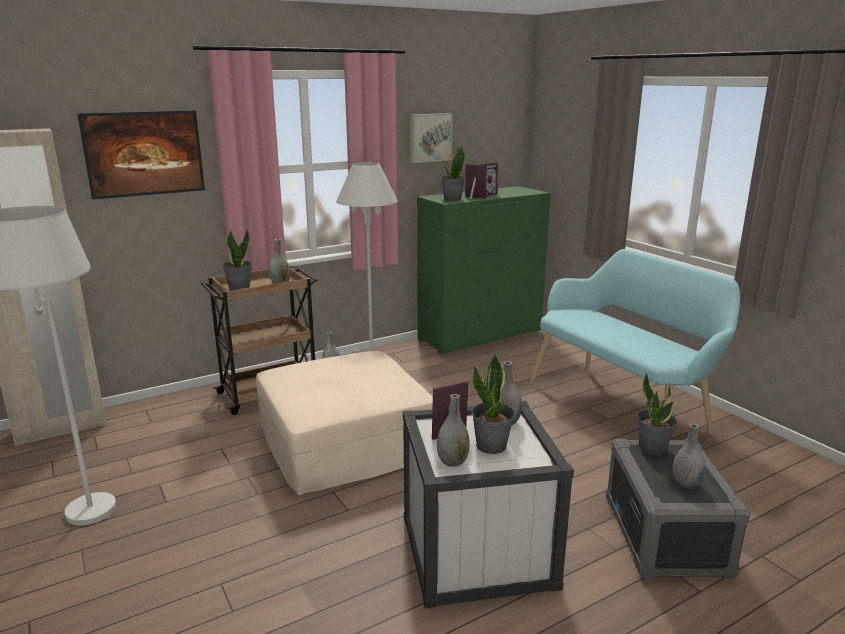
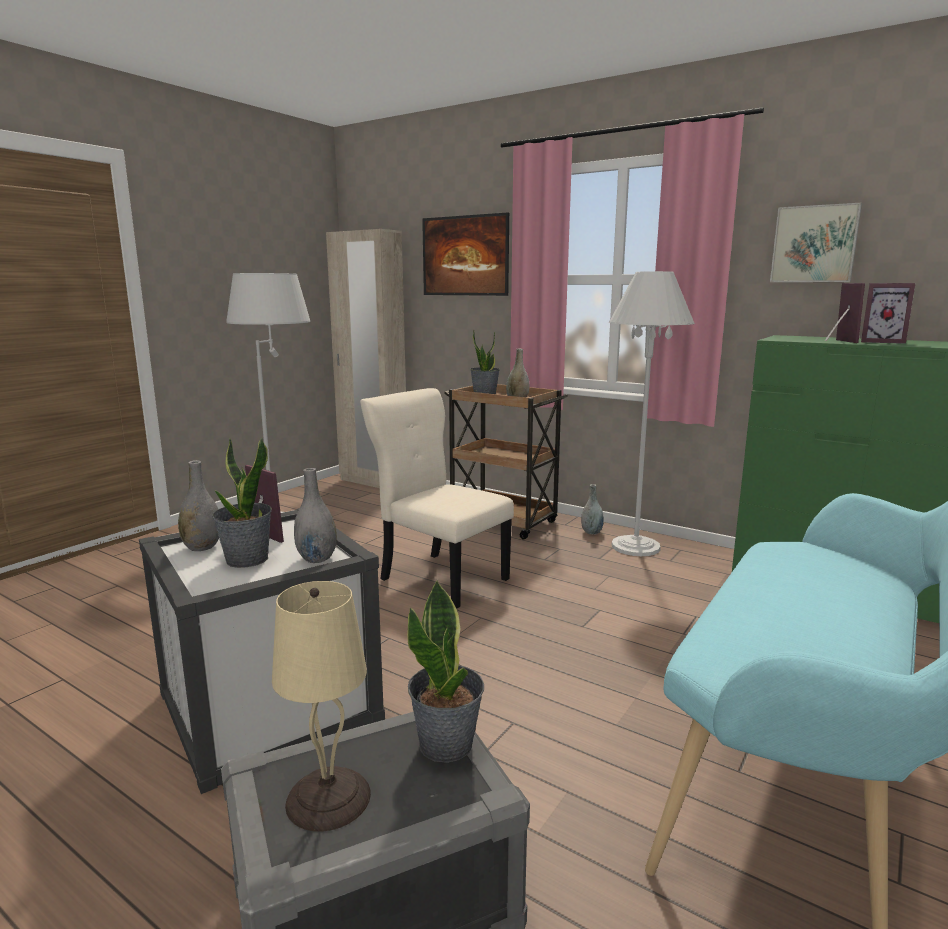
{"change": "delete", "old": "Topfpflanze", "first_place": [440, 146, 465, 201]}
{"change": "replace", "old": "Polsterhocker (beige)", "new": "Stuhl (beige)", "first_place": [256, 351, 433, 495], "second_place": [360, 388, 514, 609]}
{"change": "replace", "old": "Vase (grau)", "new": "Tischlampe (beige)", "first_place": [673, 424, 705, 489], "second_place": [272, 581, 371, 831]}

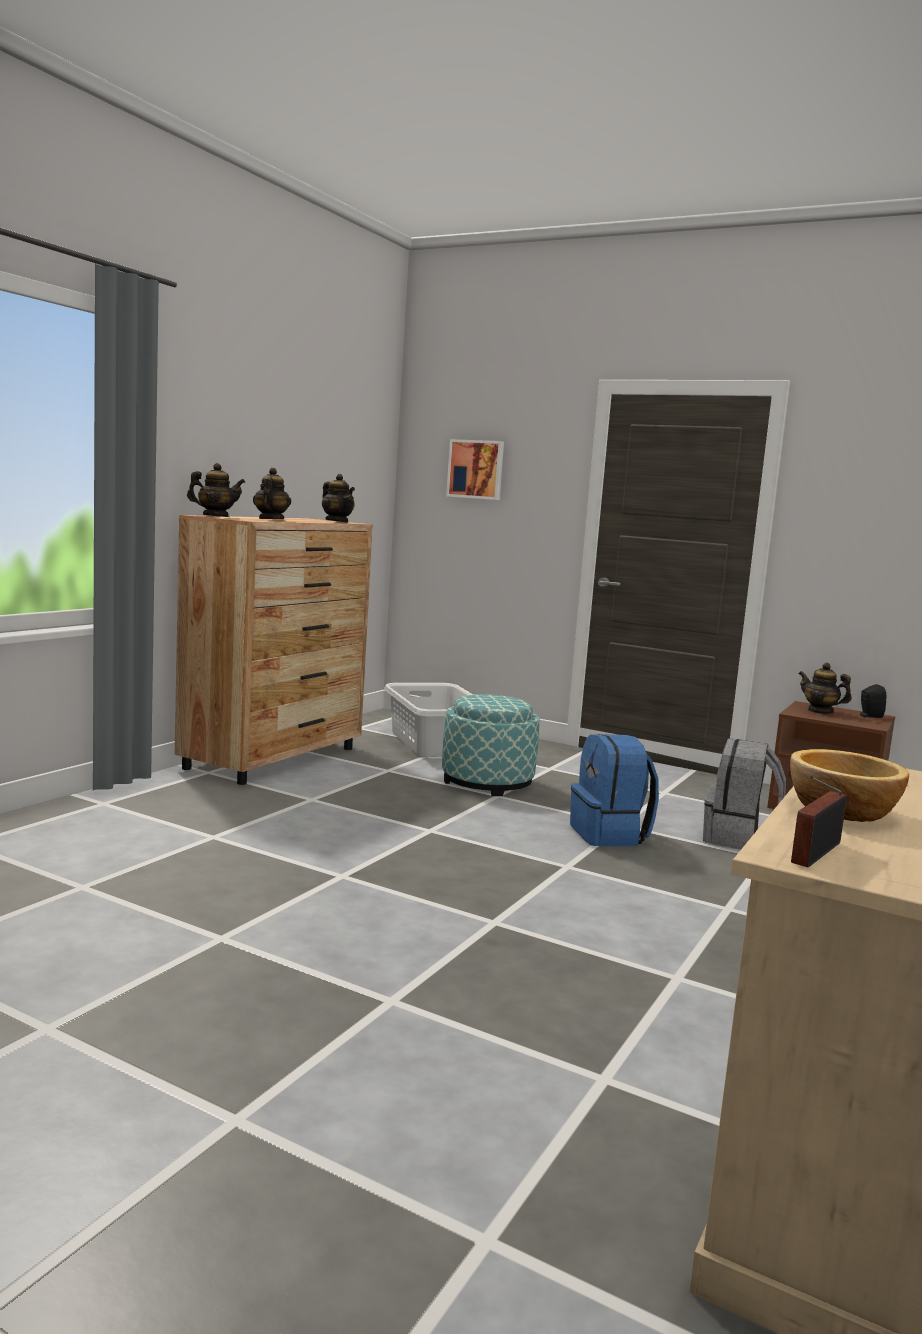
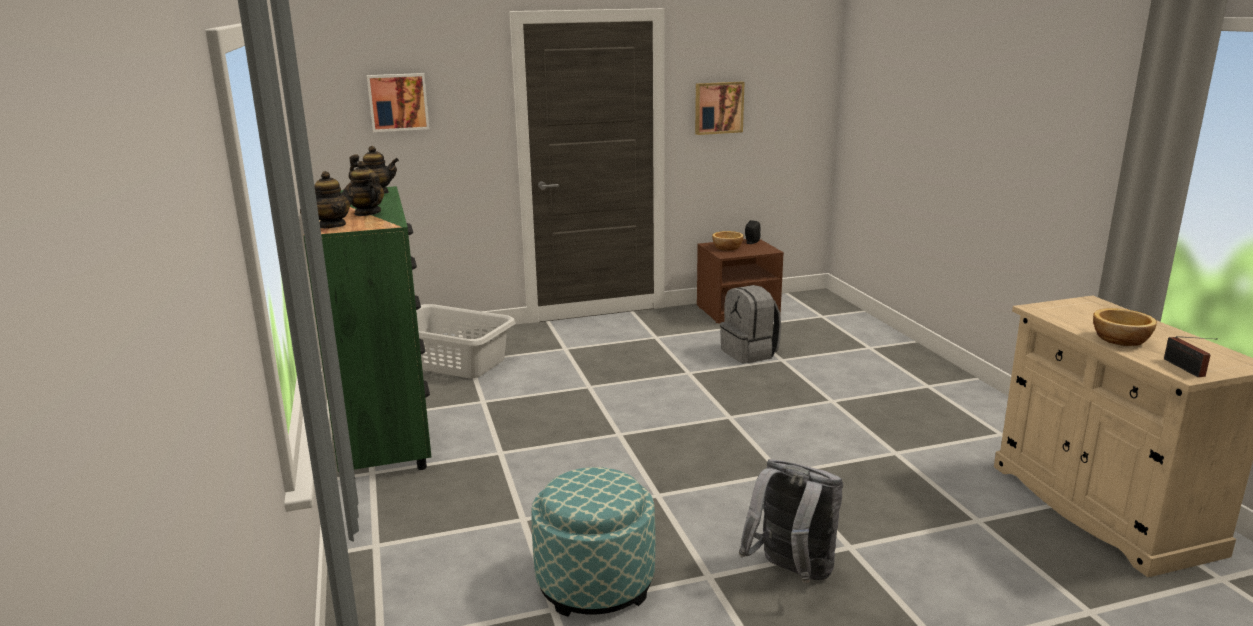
{"change": "recolor", "old": "Kommode (braun)", "new": "Kommode (grün)", "first_place": [175, 515, 373, 785], "second_place": [304, 186, 431, 472]}
{"change": "replace", "old": "Teekanne", "new": "Schüssel", "first_place": [799, 663, 852, 714], "second_place": [712, 231, 744, 251]}
{"change": "move", "old": "Polsterhocker", "first_place": [442, 694, 540, 796], "second_place": [531, 467, 655, 617]}
{"change": "delete", "old": "Rucksack (blau)", "first_place": [570, 734, 659, 847]}
{"change": "insert", "new": "Bild", "second_place": [695, 82, 744, 135]}
{"change": "insert", "new": "Rucksack (grau)", "second_place": [739, 459, 843, 583]}

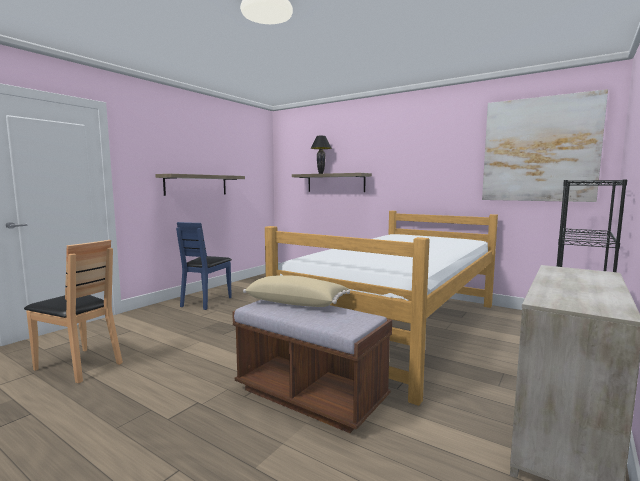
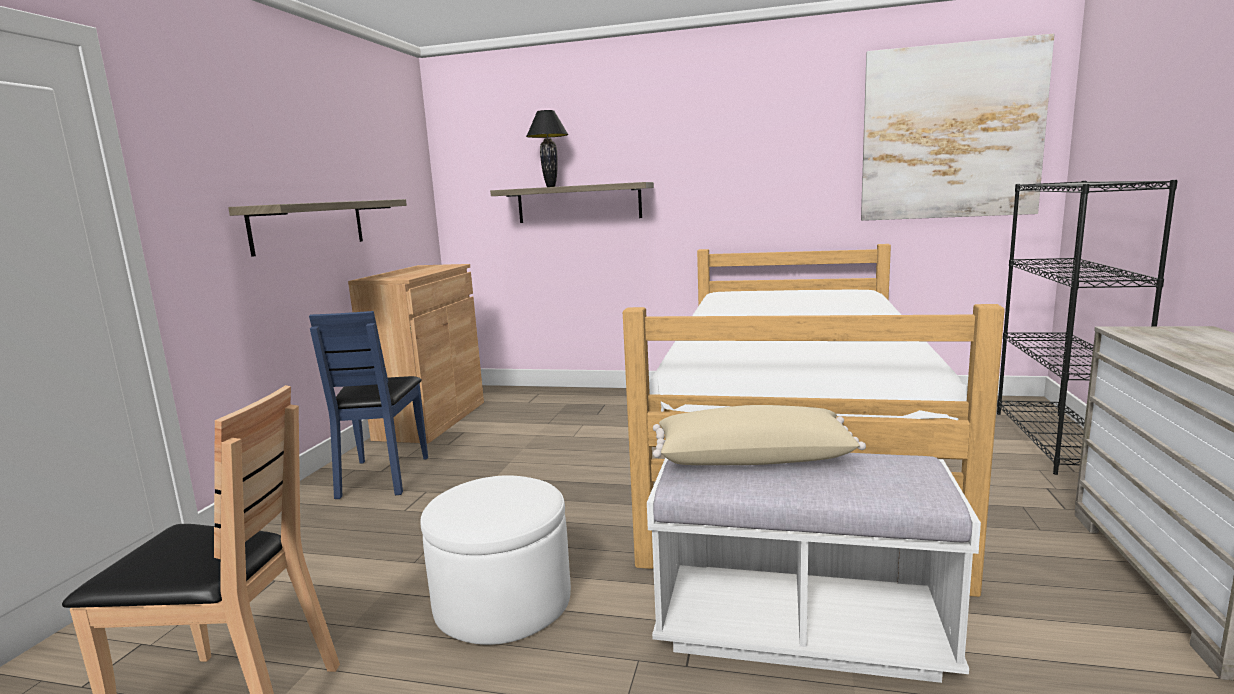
{"change": "recolor", "old": "Bank (braun)", "new": "Bank (weiß)", "first_place": [232, 300, 392, 433], "second_place": [647, 453, 981, 683]}
{"change": "insert", "new": "Schrank (braun)", "second_place": [348, 264, 484, 443]}
{"change": "insert", "new": "Polsterhocker (weiß)", "second_place": [420, 475, 571, 645]}

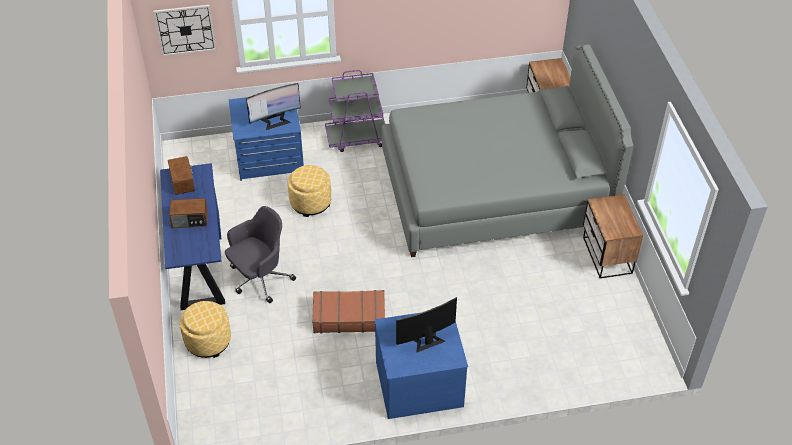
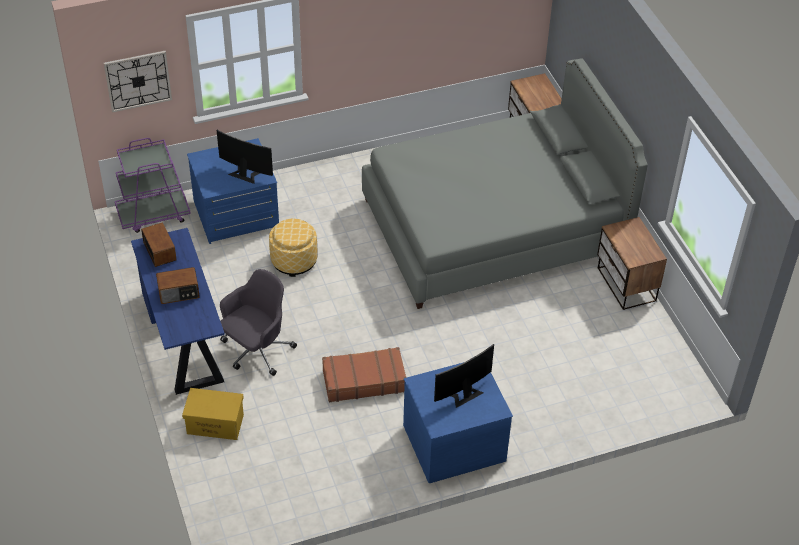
{"change": "move", "old": "Rollwagen (lila)", "first_place": [325, 70, 385, 152], "second_place": [115, 138, 191, 233]}
{"change": "rotate", "old": "Monitor", "first_place": [246, 83, 301, 130], "second_place": [217, 130, 273, 184], "degrees": -120}
{"change": "replace", "old": "Polsterhocker", "new": "Aufbewahrungsbox (gelb)", "first_place": [180, 301, 231, 358], "second_place": [182, 388, 244, 440]}

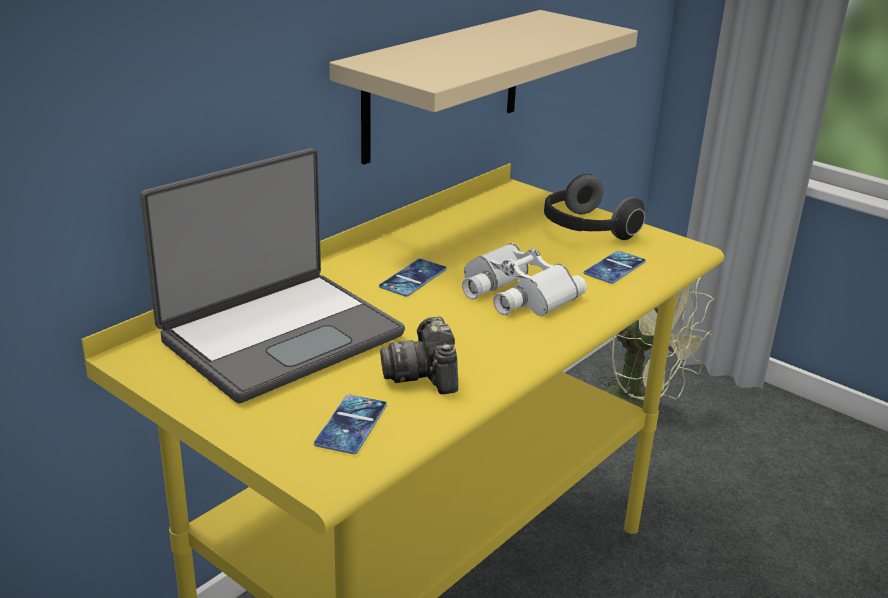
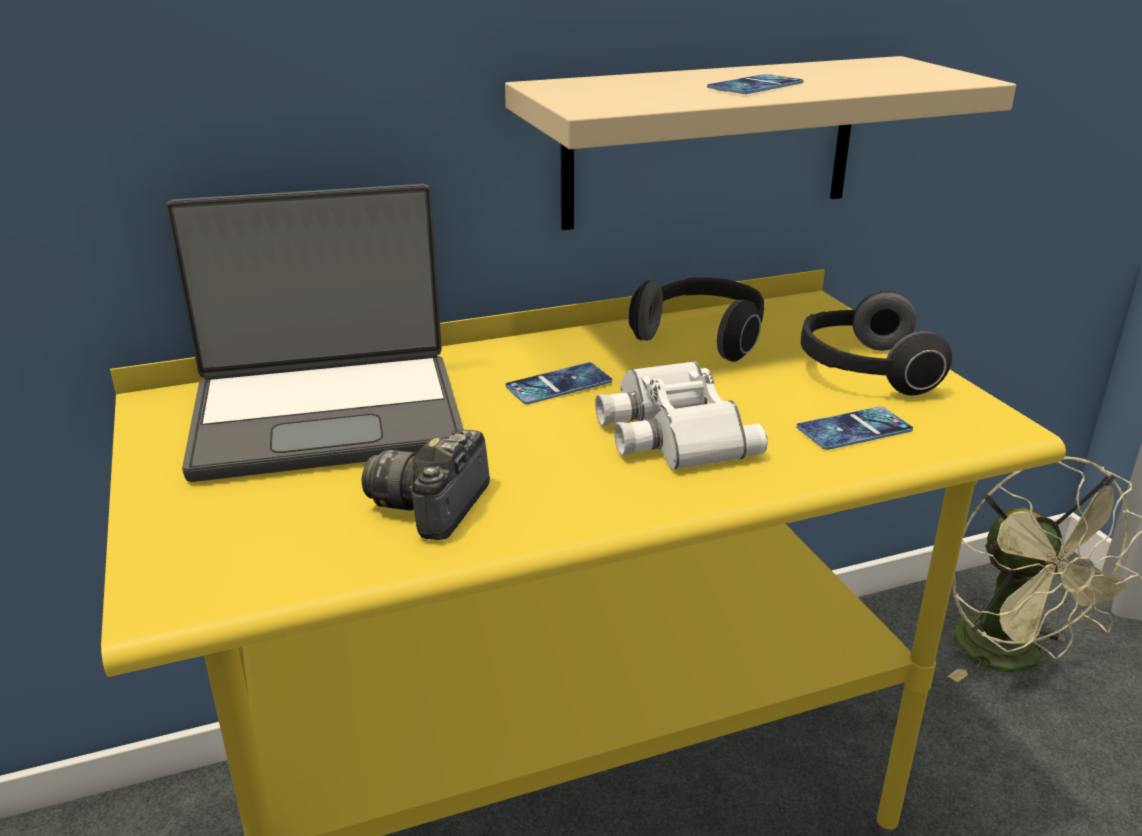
{"change": "move", "old": "Handy", "first_place": [314, 395, 387, 454], "second_place": [707, 74, 803, 94]}
{"change": "insert", "new": "Kopfhörer", "second_place": [628, 277, 764, 362]}

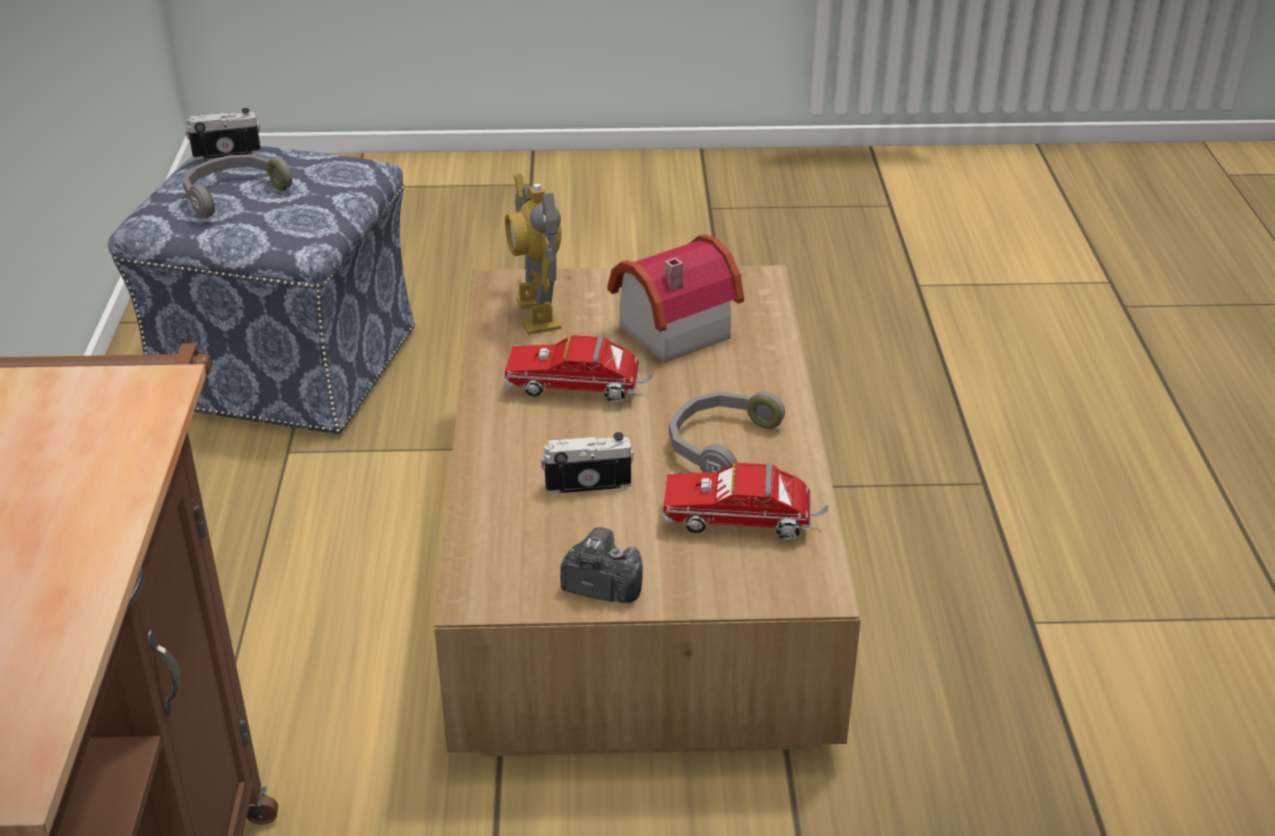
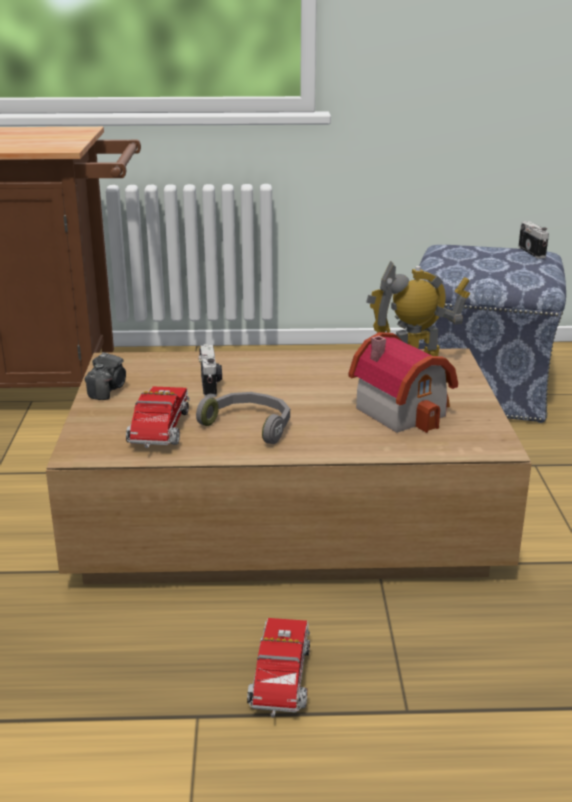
{"change": "delete", "old": "Kopfhörer (grau)", "first_place": [182, 155, 293, 218]}
{"change": "move", "old": "Spielzeuglaster", "first_place": [504, 335, 653, 403], "second_place": [247, 618, 310, 718]}

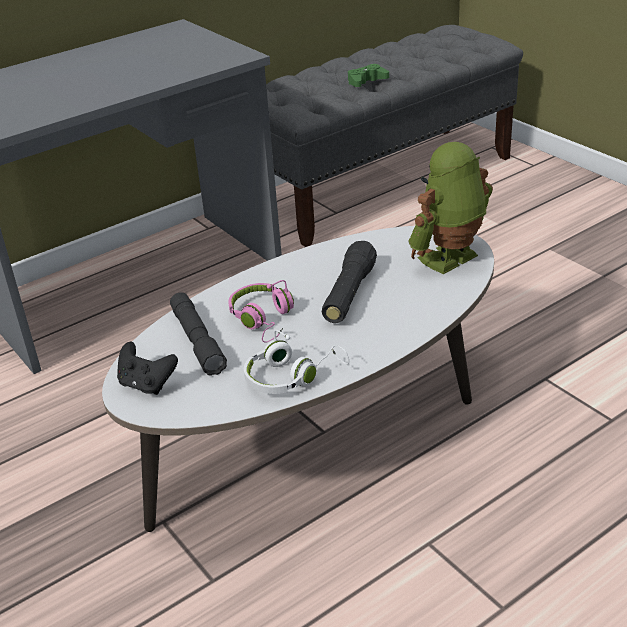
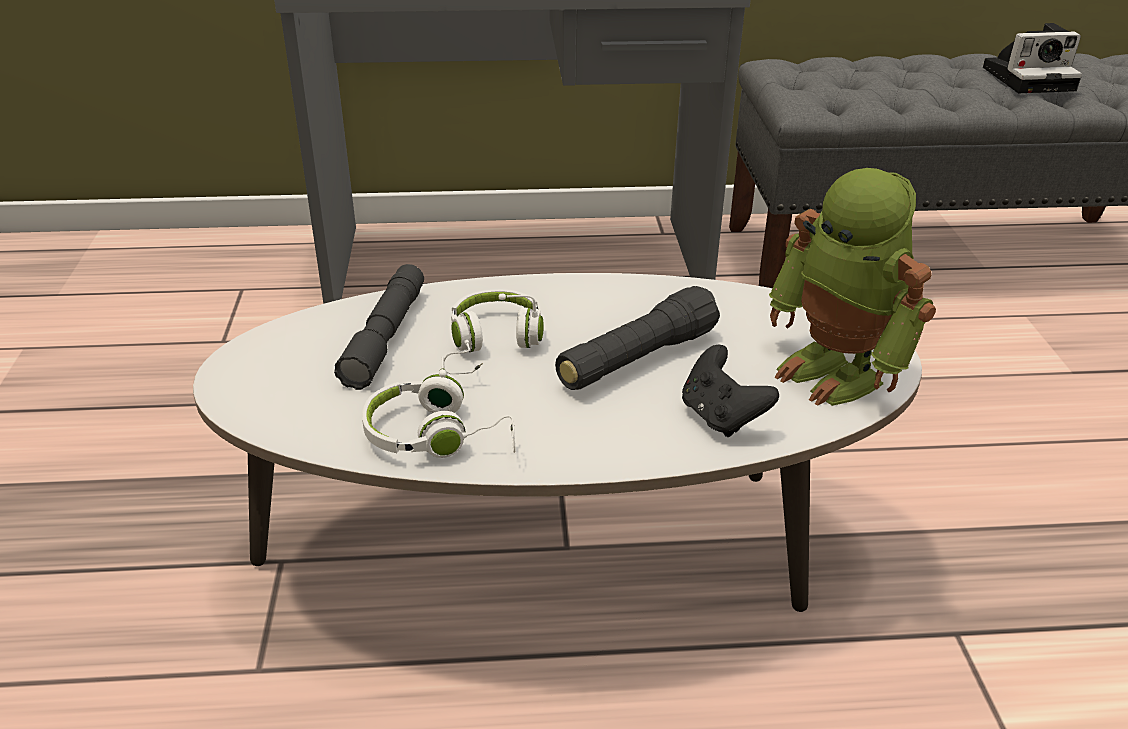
{"change": "delete", "old": "Gamepad (grün)", "first_place": [348, 64, 389, 87]}
{"change": "rotate", "old": "Spielzeugroboter", "first_place": [409, 142, 493, 274], "second_place": [769, 168, 936, 406], "degrees": -120}
{"change": "recolor", "old": "Kopfhörer (rosa)", "new": "Kopfhörer (weiß)", "first_place": [228, 280, 294, 343], "second_place": [444, 290, 544, 374]}
{"change": "move", "old": "Gamepad (schwarz)", "first_place": [117, 342, 178, 395], "second_place": [682, 345, 779, 437]}
{"change": "insert", "new": "Kamera", "second_place": [983, 23, 1082, 93]}

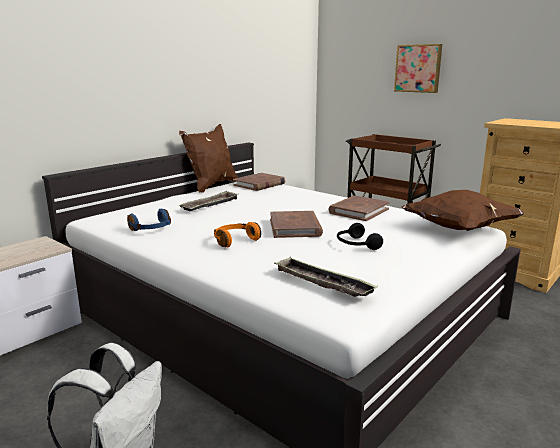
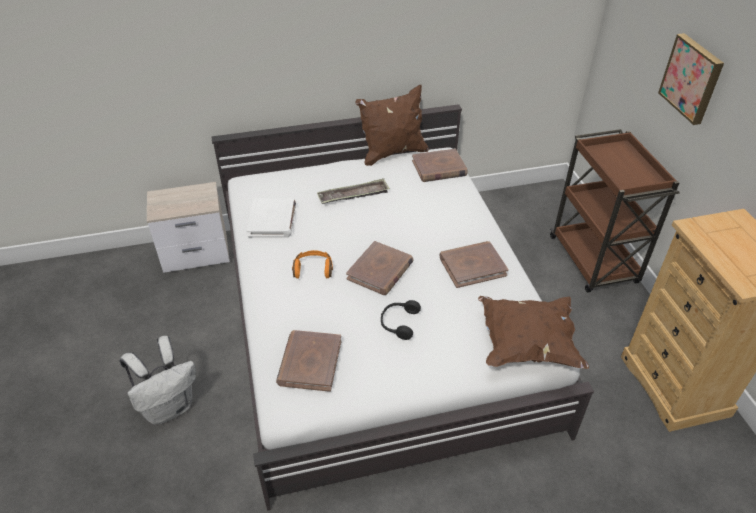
{"change": "replace", "old": "Kopfhörer (blau)", "new": "Buch (weiß)", "first_place": [127, 209, 171, 231], "second_place": [247, 199, 296, 238]}
{"change": "replace", "old": "Tablett", "new": "Buch (braun)", "first_place": [274, 257, 378, 297], "second_place": [276, 330, 341, 392]}

